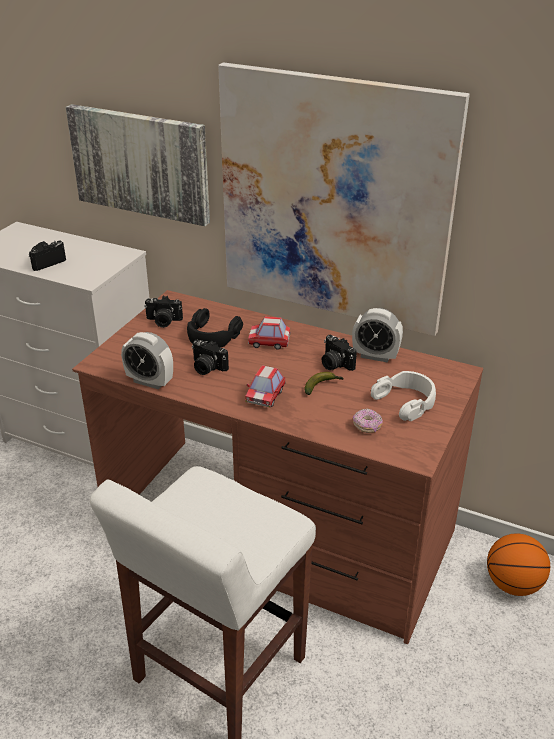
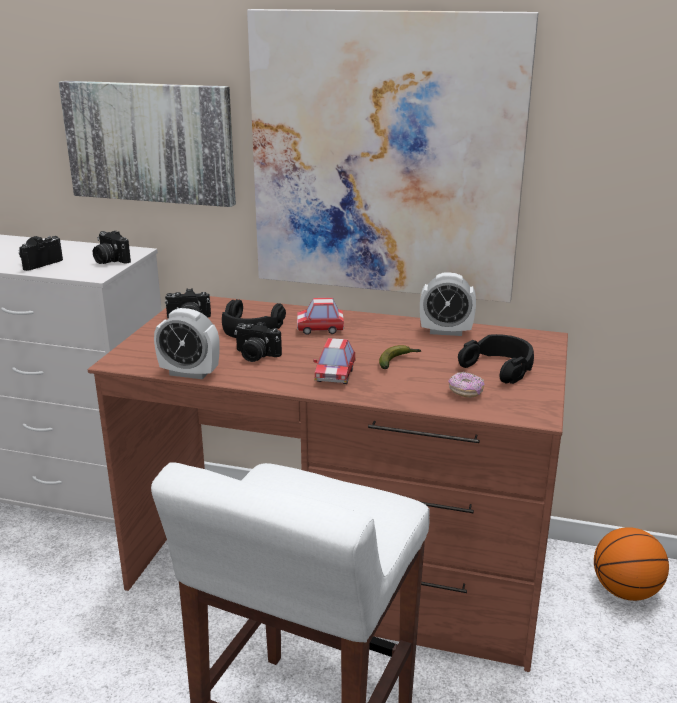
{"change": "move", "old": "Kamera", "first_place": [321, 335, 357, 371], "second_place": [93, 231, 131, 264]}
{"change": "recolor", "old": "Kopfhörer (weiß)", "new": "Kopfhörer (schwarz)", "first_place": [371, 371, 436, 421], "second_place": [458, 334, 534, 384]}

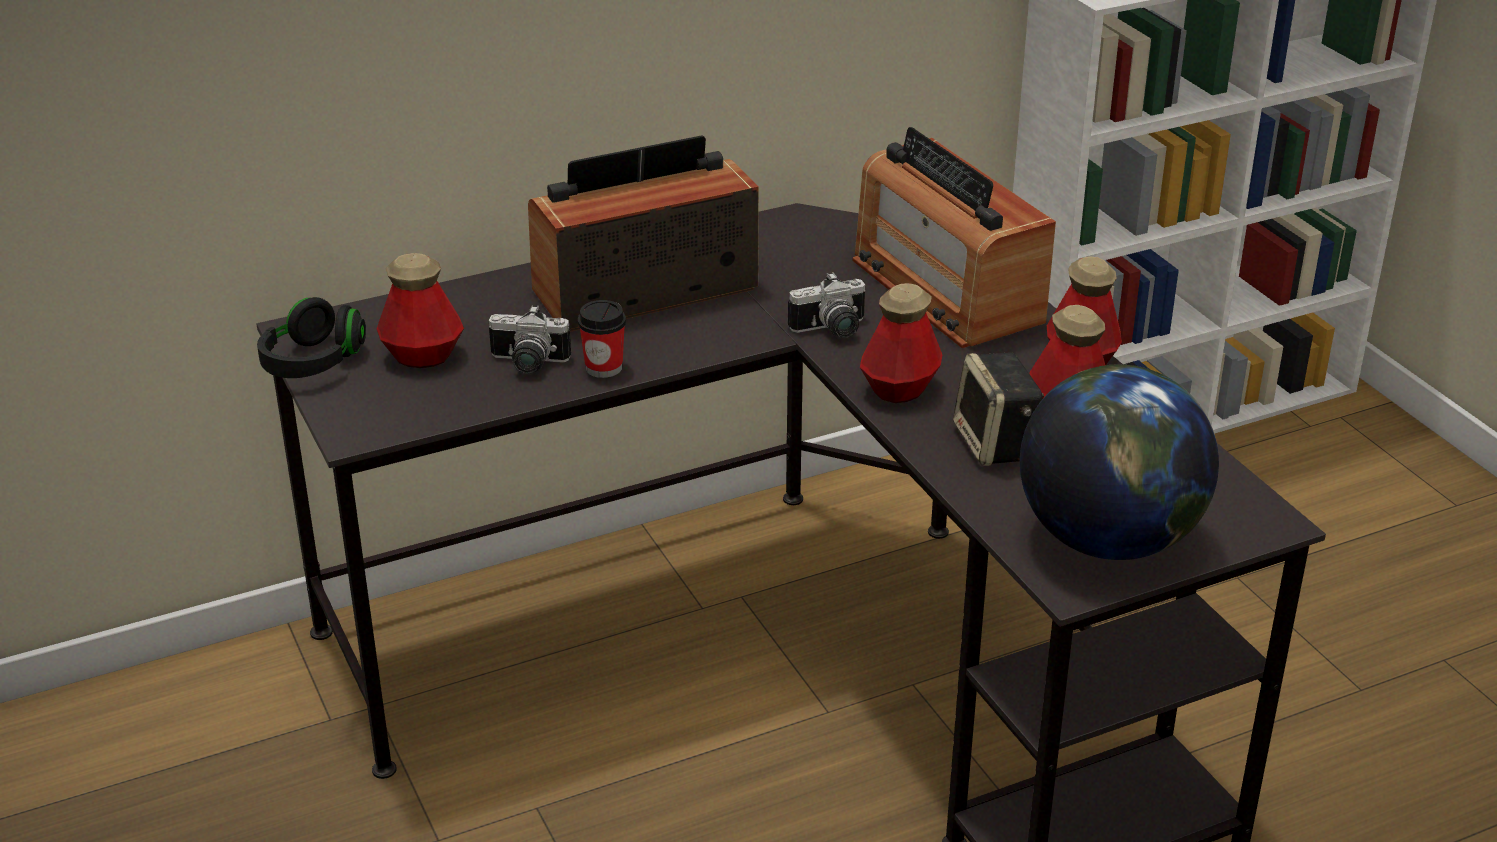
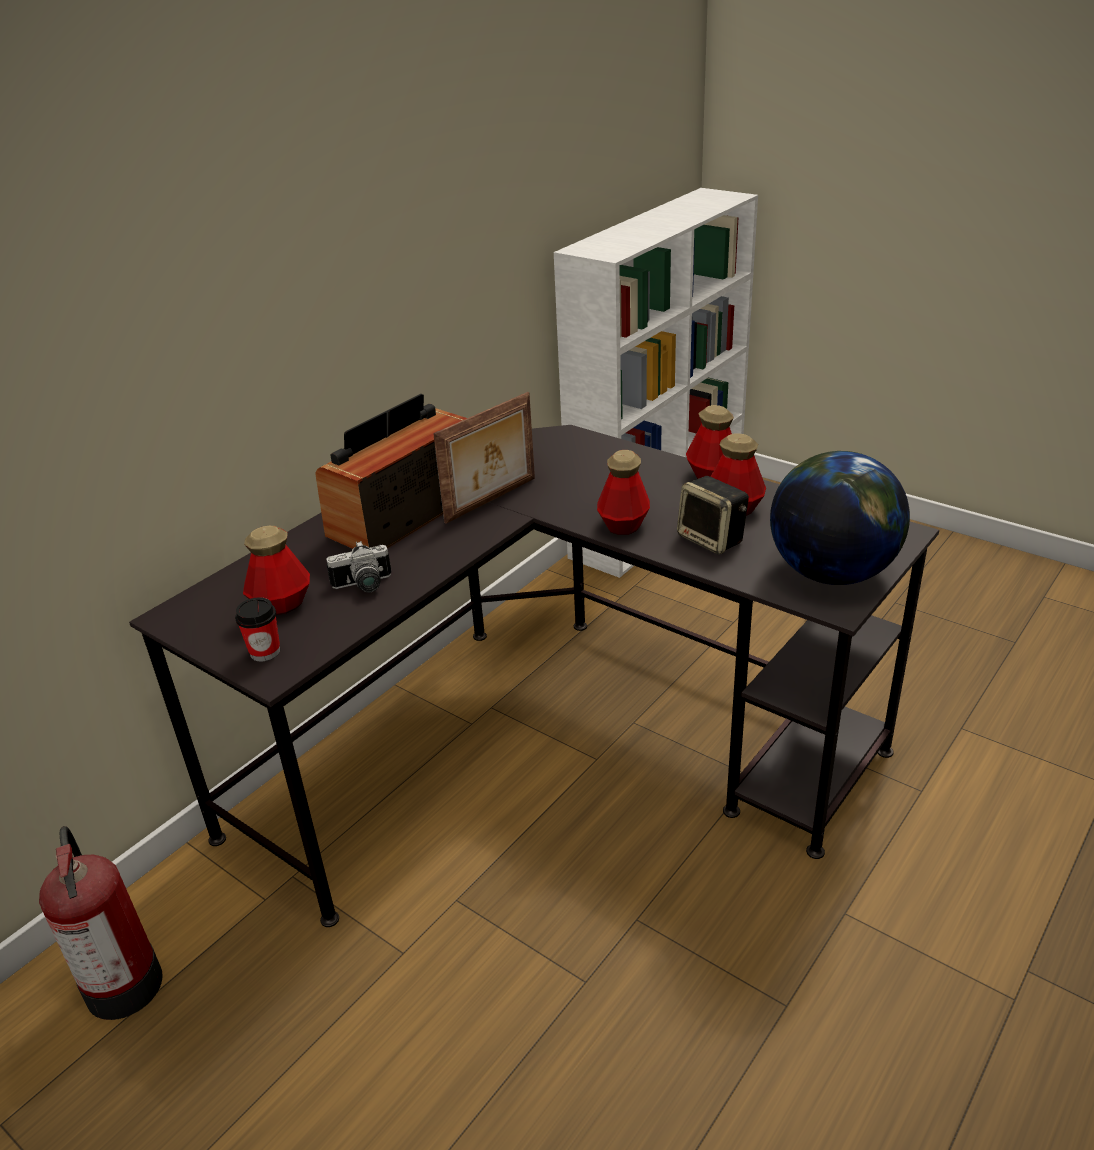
{"change": "delete", "old": "Radio", "first_place": [852, 127, 1056, 348]}
{"change": "delete", "old": "Kamera", "first_place": [788, 272, 866, 338]}
{"change": "delete", "old": "Kopfhörer (schwarz)", "first_place": [257, 297, 366, 378]}
{"change": "move", "old": "Tasse", "first_place": [578, 300, 626, 378], "second_place": [235, 597, 280, 661]}
{"change": "insert", "new": "Bilderrahmen", "second_place": [433, 392, 535, 524]}
{"change": "insert", "new": "Feuerlöscher", "second_place": [39, 826, 163, 1020]}

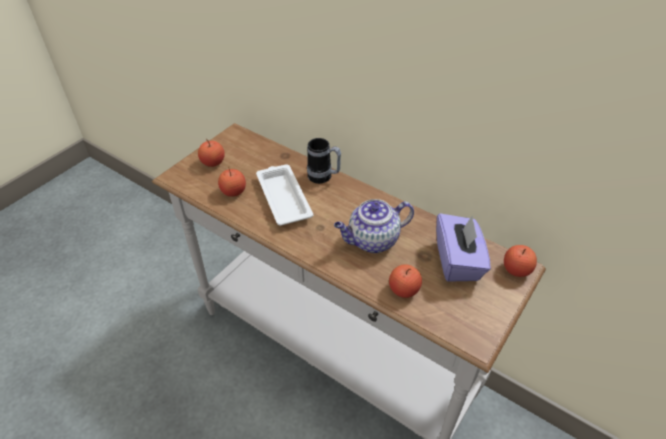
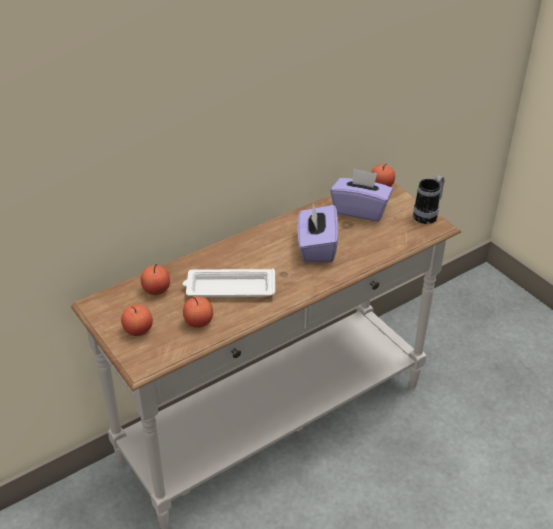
{"change": "move", "old": "Henkelbecher", "first_place": [307, 138, 341, 184], "second_place": [413, 175, 444, 224]}
{"change": "replace", "old": "Teekanne", "new": "Taschentuchbox (lila)", "first_place": [334, 199, 414, 253], "second_place": [298, 204, 338, 262]}
{"change": "move", "old": "Apfel", "first_place": [389, 264, 422, 298], "second_place": [141, 264, 170, 295]}

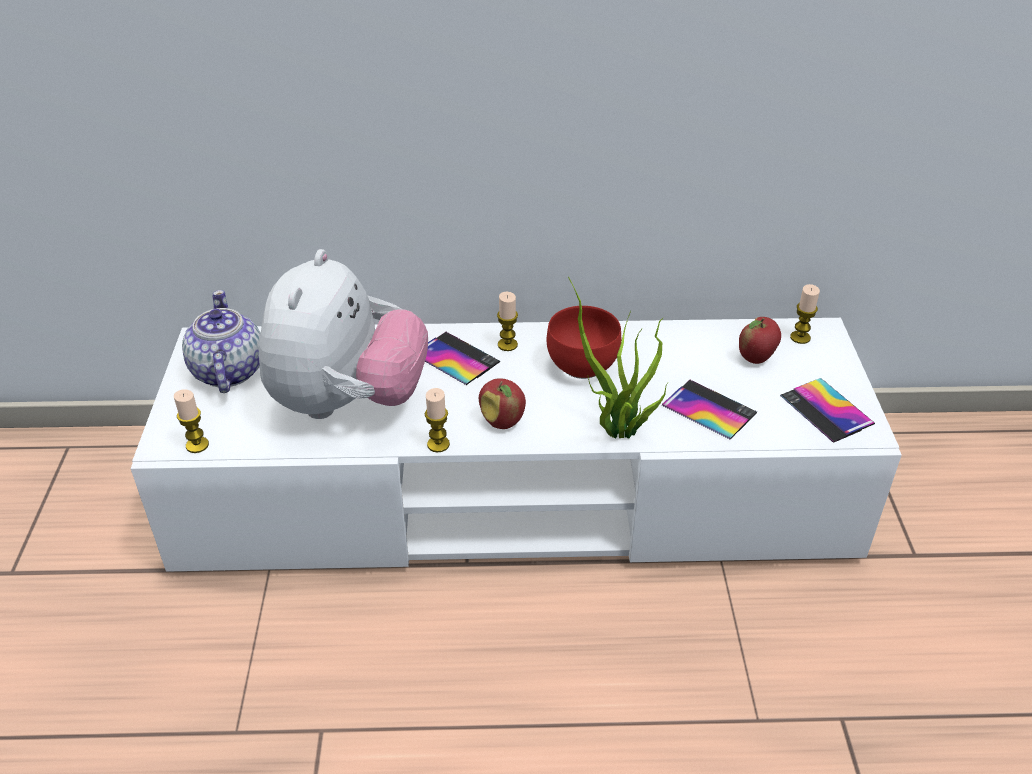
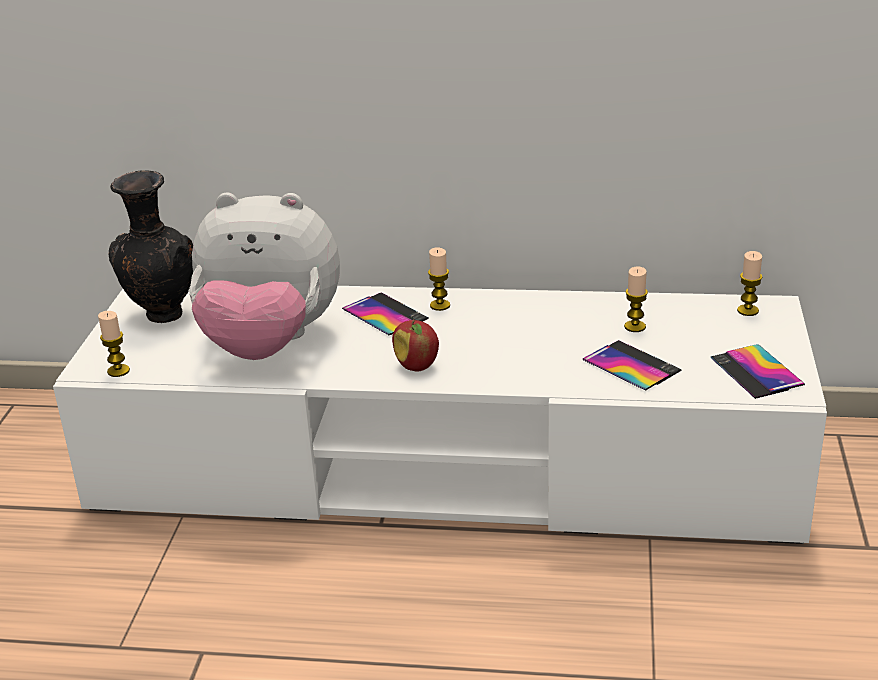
{"change": "rotate", "old": "Plüschtier", "first_place": [259, 249, 428, 419], "second_place": [189, 193, 340, 360], "degrees": 75}
{"change": "delete", "old": "Topfpflanze", "first_place": [568, 277, 668, 439]}
{"change": "replace", "old": "Teekanne", "new": "Vase (schwarz)", "first_place": [182, 290, 261, 393], "second_place": [109, 171, 193, 323]}
{"change": "delete", "old": "Schüssel (rot)", "first_place": [547, 306, 621, 379]}
{"change": "delete", "old": "Apfel", "first_place": [739, 317, 781, 364]}
{"change": "move", "old": "Kerze", "first_place": [425, 388, 450, 452], "second_place": [624, 266, 648, 332]}

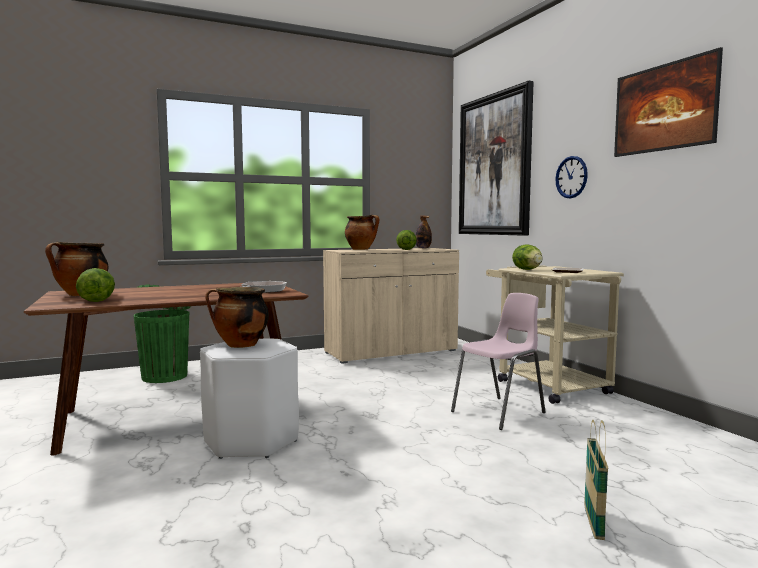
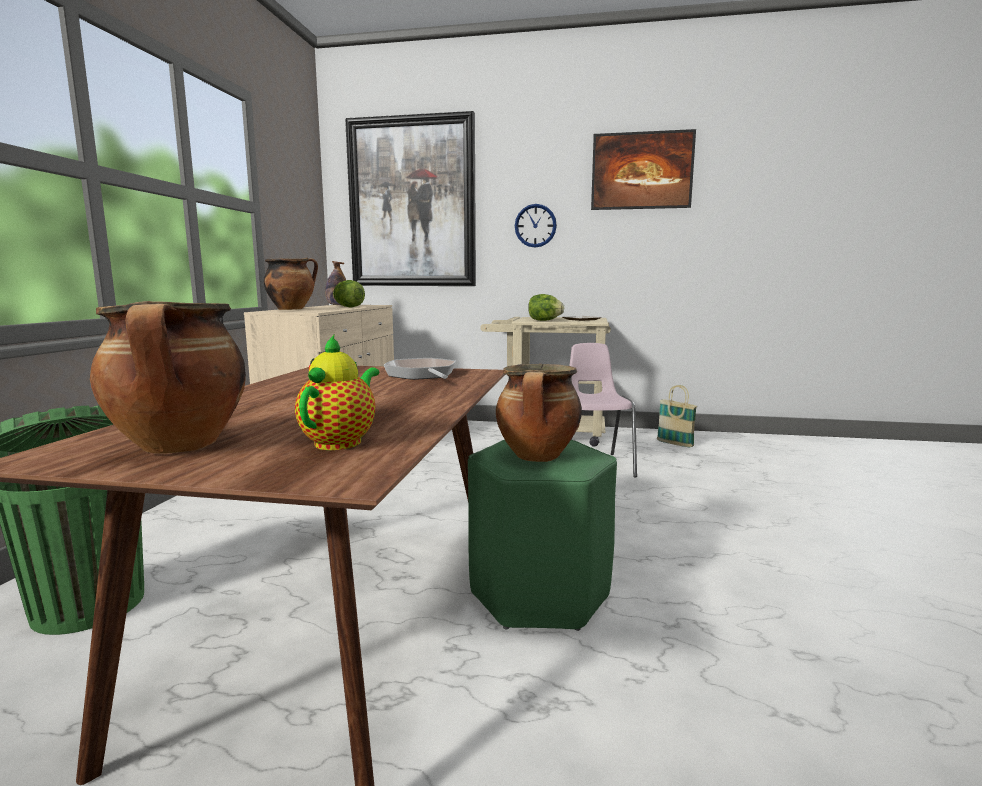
{"change": "replace", "old": "Salatkopf", "new": "Teekanne", "first_place": [76, 268, 115, 302], "second_place": [295, 335, 379, 450]}
{"change": "recolor", "old": "Hocker (weiß)", "new": "Hocker (grün)", "first_place": [200, 338, 299, 459], "second_place": [468, 440, 617, 631]}
{"change": "move", "old": "Korb", "first_place": [584, 420, 608, 540], "second_place": [657, 385, 697, 447]}

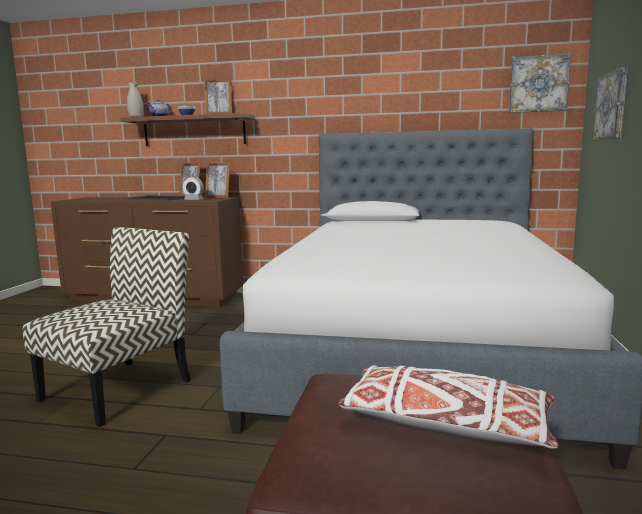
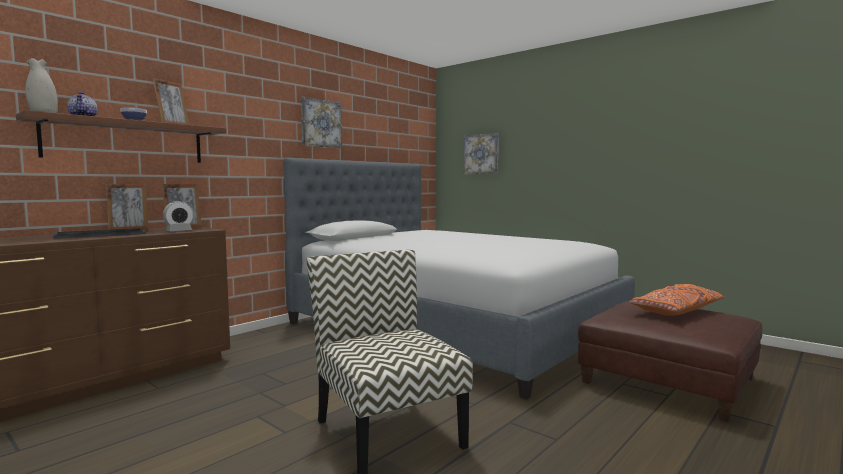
{"change": "move", "old": "Bild", "first_place": [509, 53, 571, 113], "second_place": [301, 97, 342, 148]}
{"change": "recolor", "old": "Kissen (weiß)", "new": "Kissen (orange)", "first_place": [339, 366, 559, 449], "second_place": [629, 284, 725, 316]}

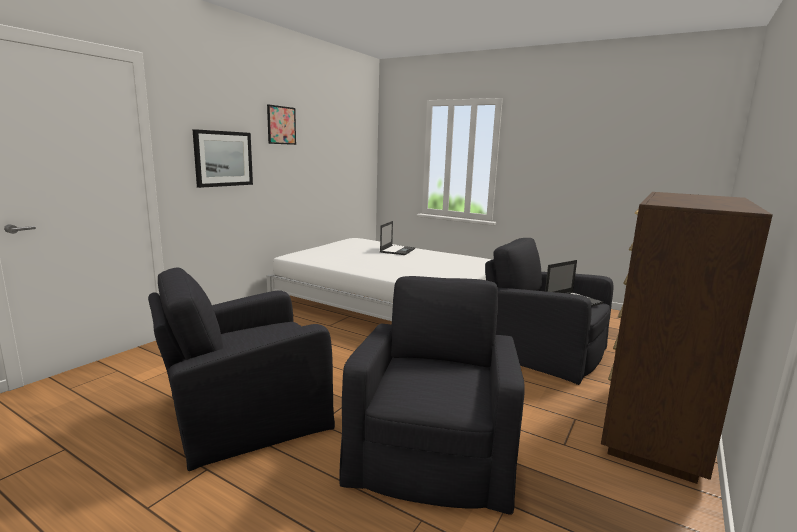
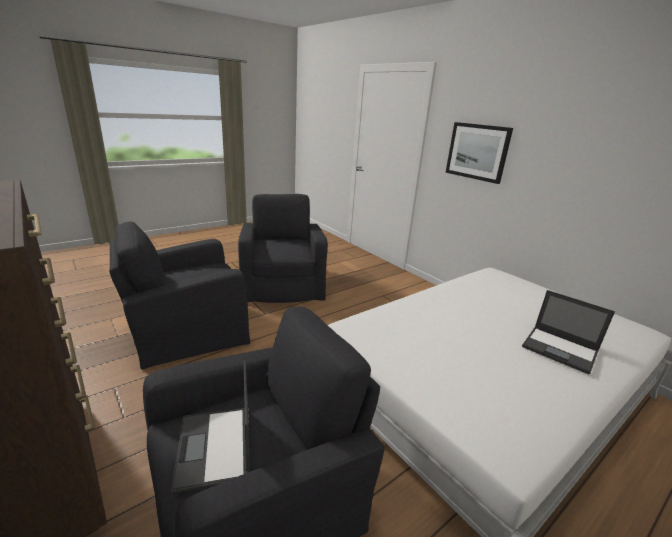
{"change": "delete", "old": "Bild", "first_place": [267, 104, 296, 145]}
{"change": "rotate", "old": "Sessel (schwarz)", "first_place": [339, 276, 525, 515], "second_place": [109, 221, 250, 370], "degrees": 120}

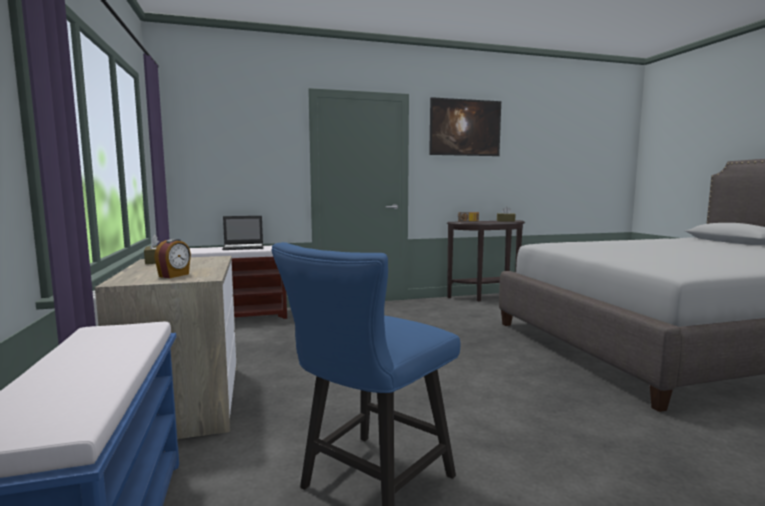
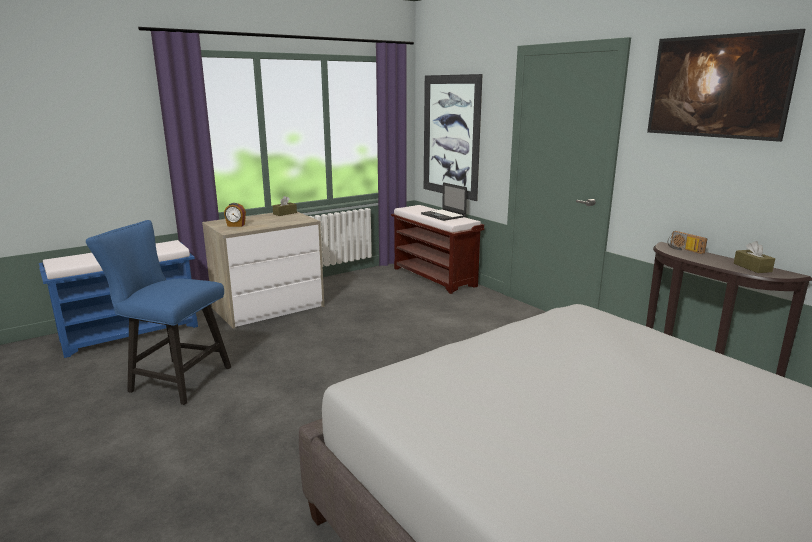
{"change": "insert", "new": "Bild", "second_place": [424, 74, 483, 201]}

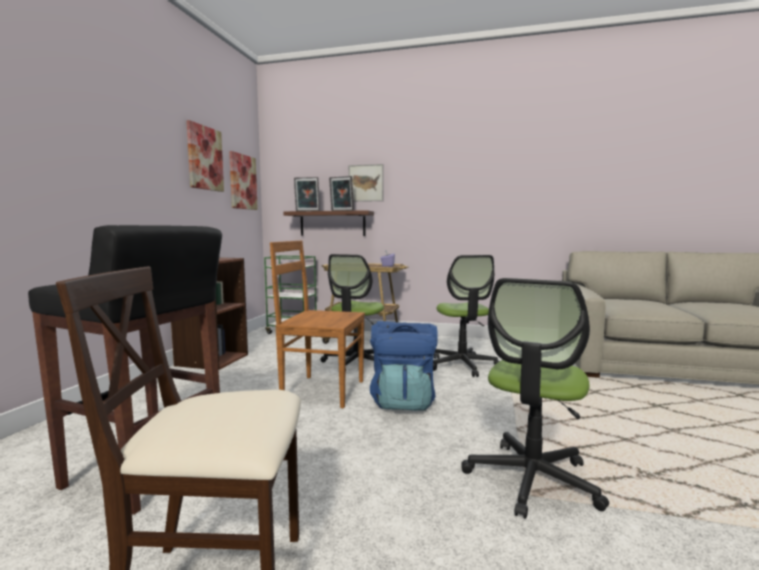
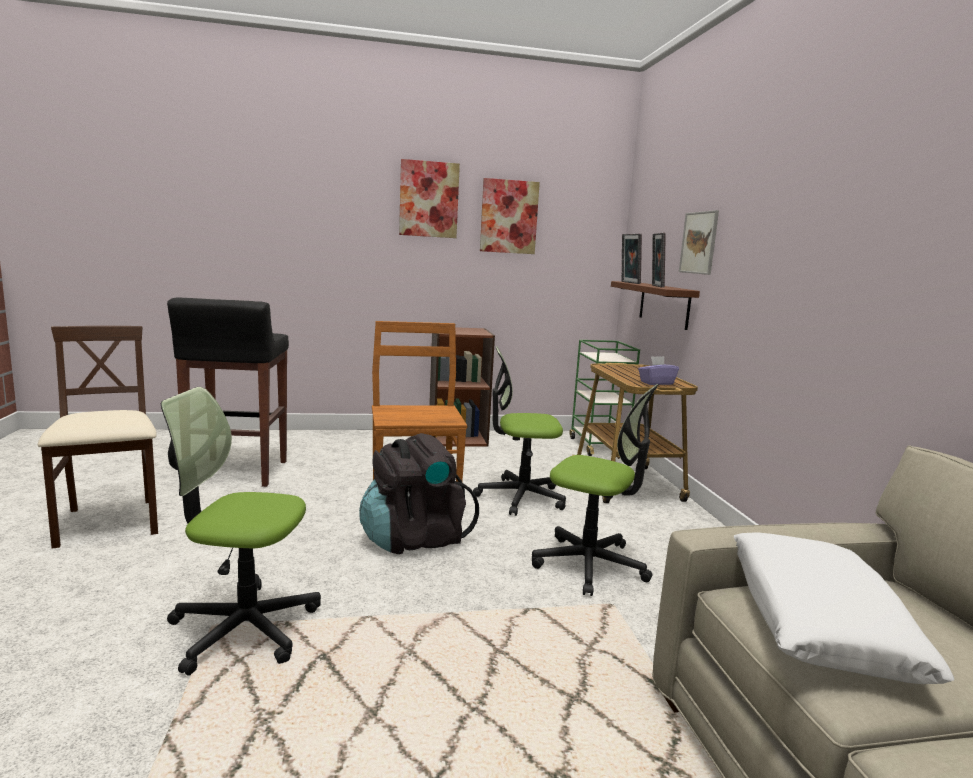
{"change": "move", "old": "Bild", "first_place": [229, 151, 258, 210], "second_place": [399, 159, 460, 238]}
{"change": "rotate", "old": "Bürostuhl", "first_place": [433, 255, 500, 377], "second_place": [532, 384, 659, 596], "degrees": -120}
{"change": "recolor", "old": "Rucksack (blau)", "new": "Rucksack (schwarz)", "first_place": [370, 321, 438, 411], "second_place": [359, 433, 479, 554]}
{"change": "insert", "new": "Kissen (weiß)", "second_place": [734, 532, 954, 684]}

